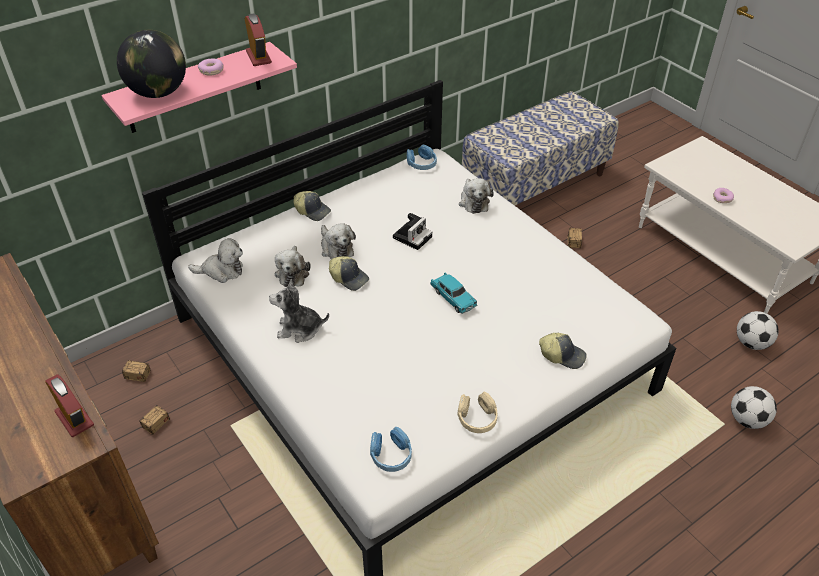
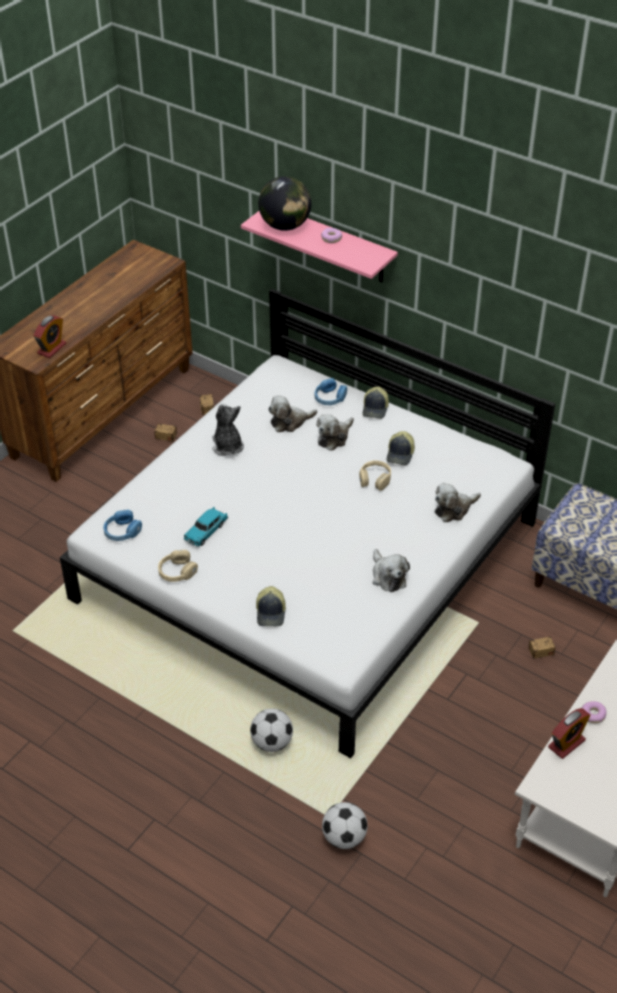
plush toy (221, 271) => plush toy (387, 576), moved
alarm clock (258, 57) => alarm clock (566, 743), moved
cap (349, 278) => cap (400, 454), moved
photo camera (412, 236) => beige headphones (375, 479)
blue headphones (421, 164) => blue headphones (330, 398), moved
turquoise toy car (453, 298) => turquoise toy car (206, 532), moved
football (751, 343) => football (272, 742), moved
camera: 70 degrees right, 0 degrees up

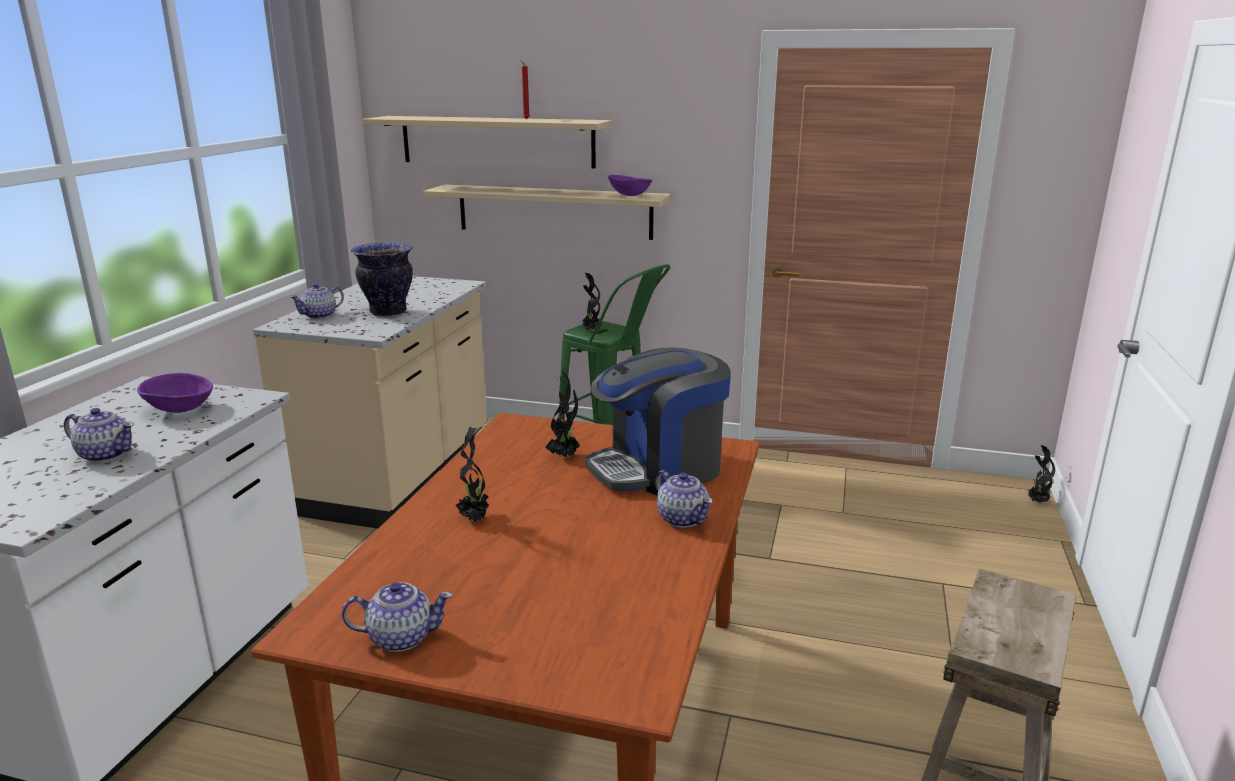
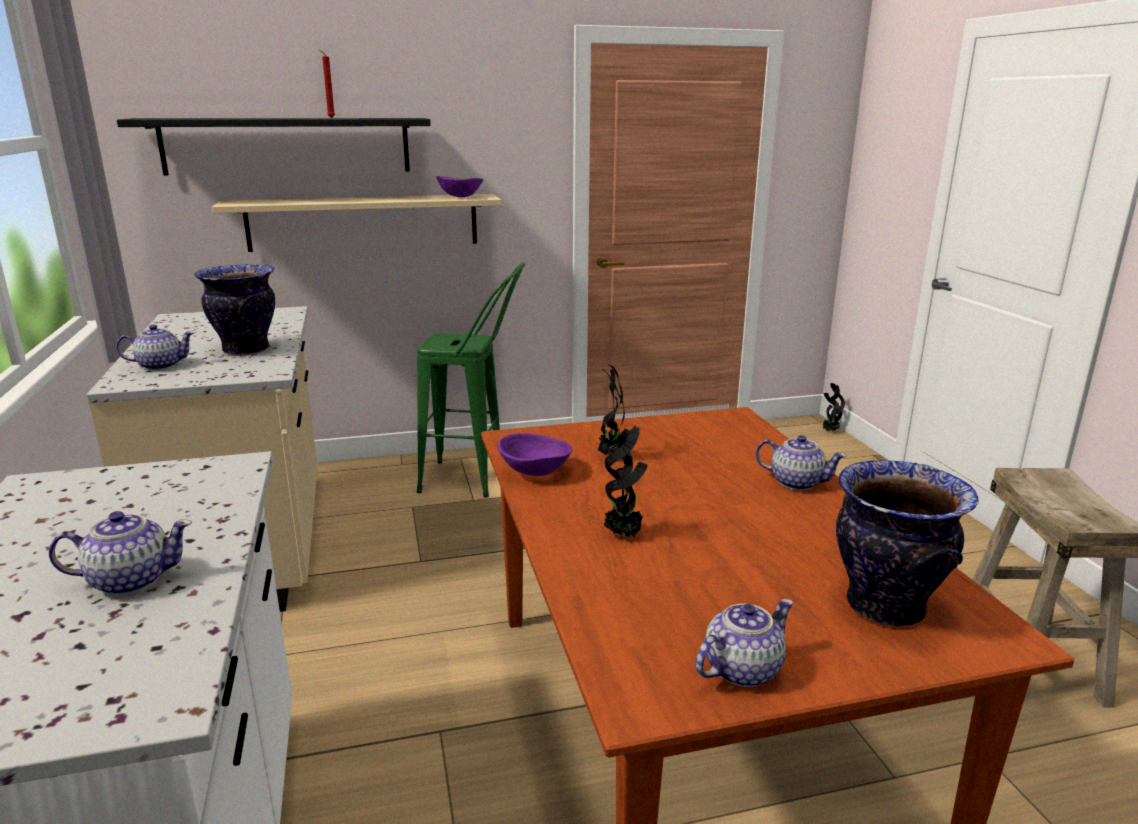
purple bowl (180, 409) => purple bowl (534, 472), moved
teapot (320, 316) => teapot (160, 365), 120 degrees counterclockwise
beige shelf (497, 141) => black shelf (287, 146)
potted plant (591, 330) => nothing
coffee machine (659, 468) => nothing
nothing => vase (883, 607)
camera: 30 degrees left, 0 degrees up

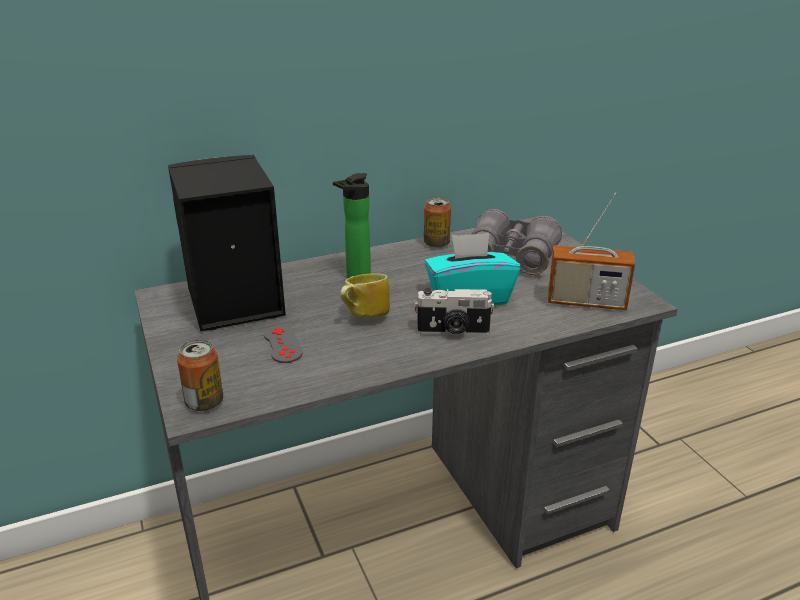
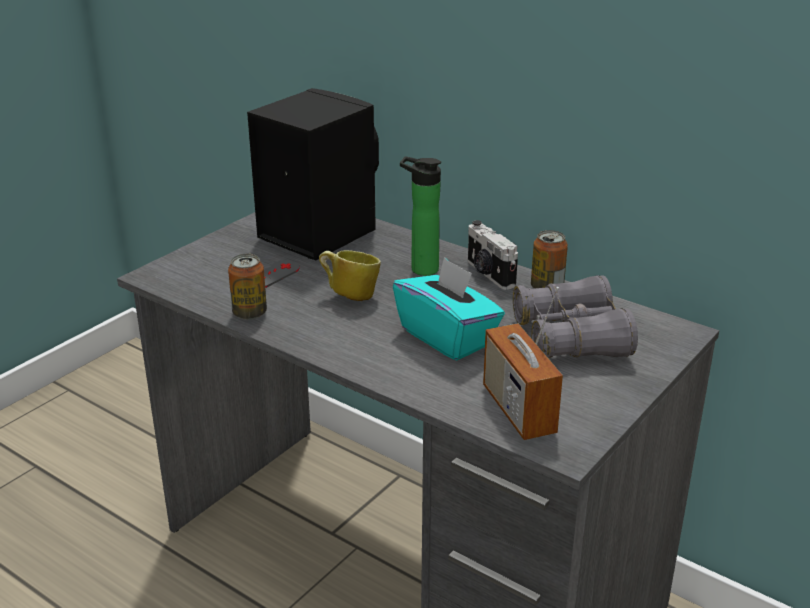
can (204, 402) => can (249, 313), moved
photo camera (453, 332) => photo camera (489, 274), moved
camera: 60 degrees right, 0 degrees up

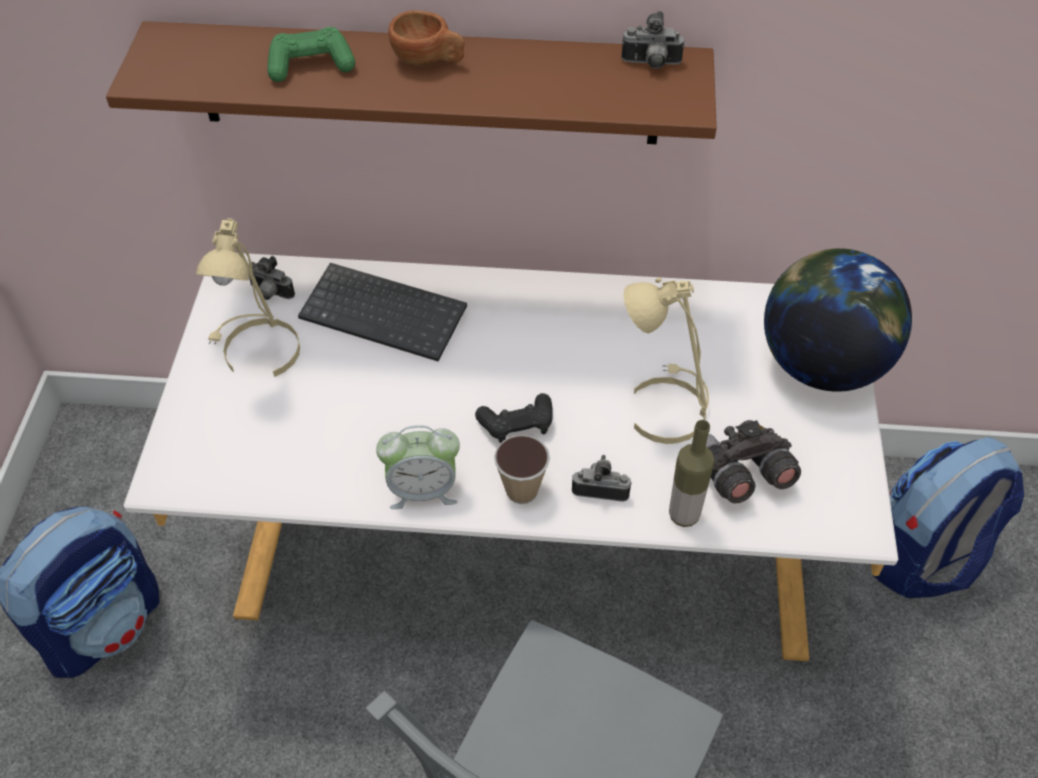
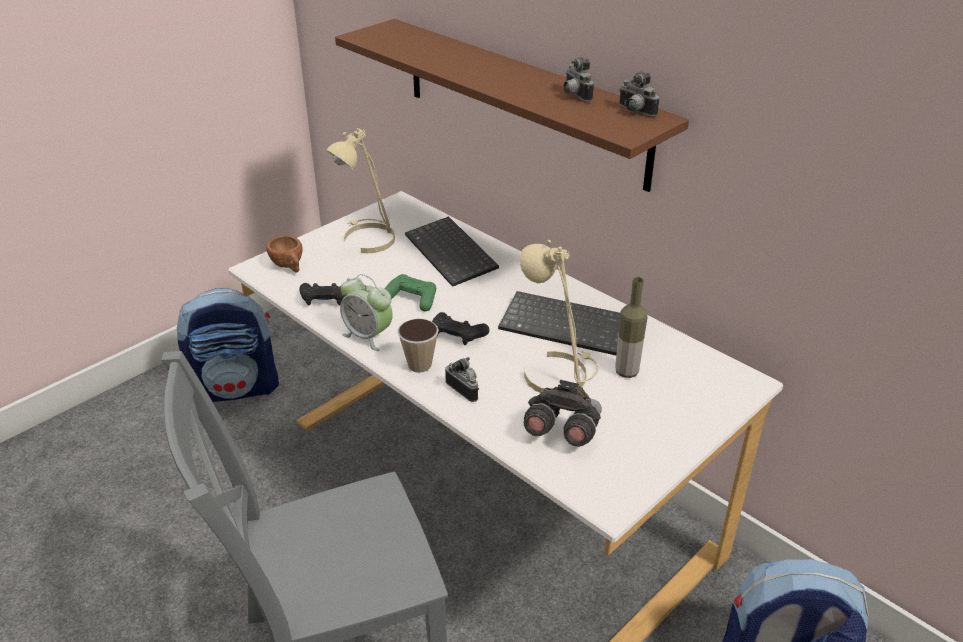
photo camera (270, 293) => photo camera (574, 96), moved
green game controller (311, 65) => green game controller (412, 299), moved
brown cup (428, 60) => brown cup (289, 266), moved
bottle (684, 515) => bottle (626, 372), moved
globe (821, 364) => nothing
nothing => black game controller (326, 299)
nothing => keyboard (567, 325)
camera: 40 degrees right, 15 degrees down

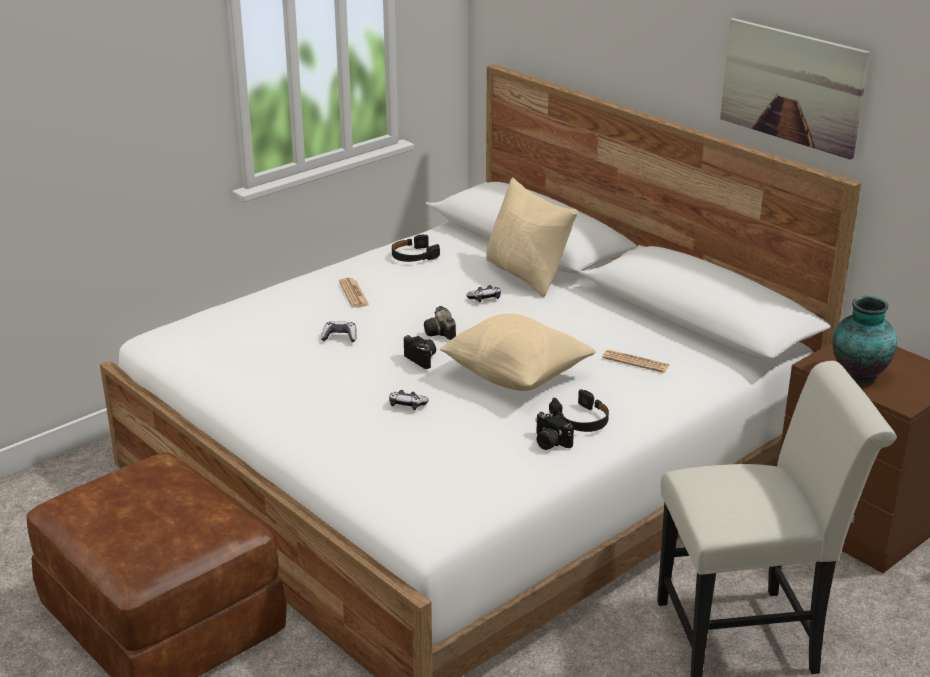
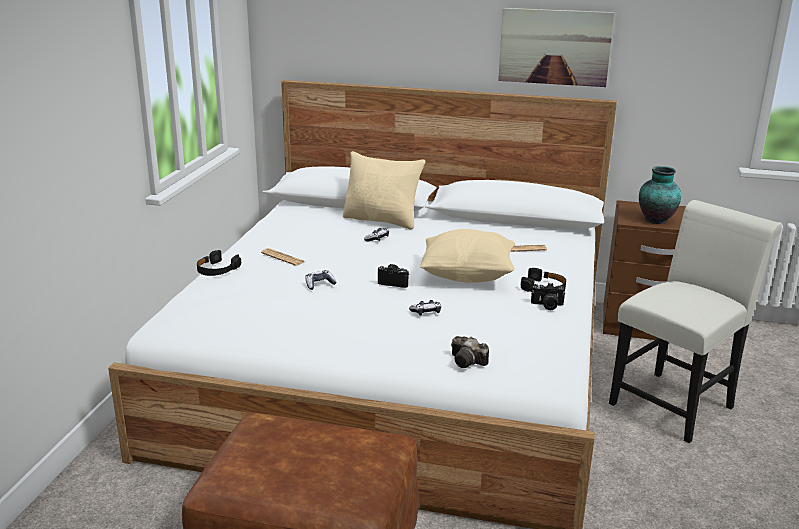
black headphones (413, 256) => black headphones (217, 270), moved
photo camera (441, 333) => photo camera (468, 362), moved
camera: 35 degrees left, 5 degrees down

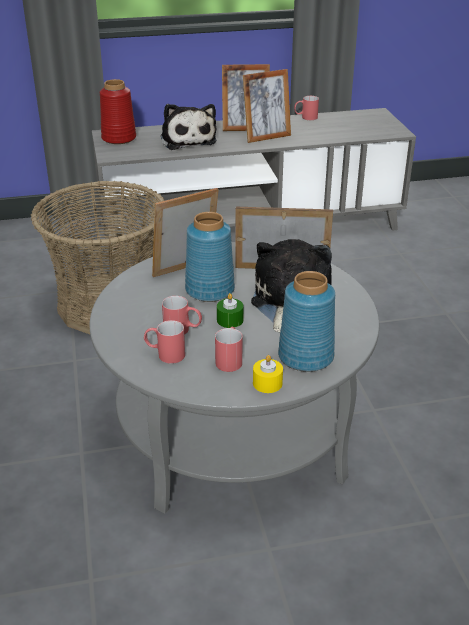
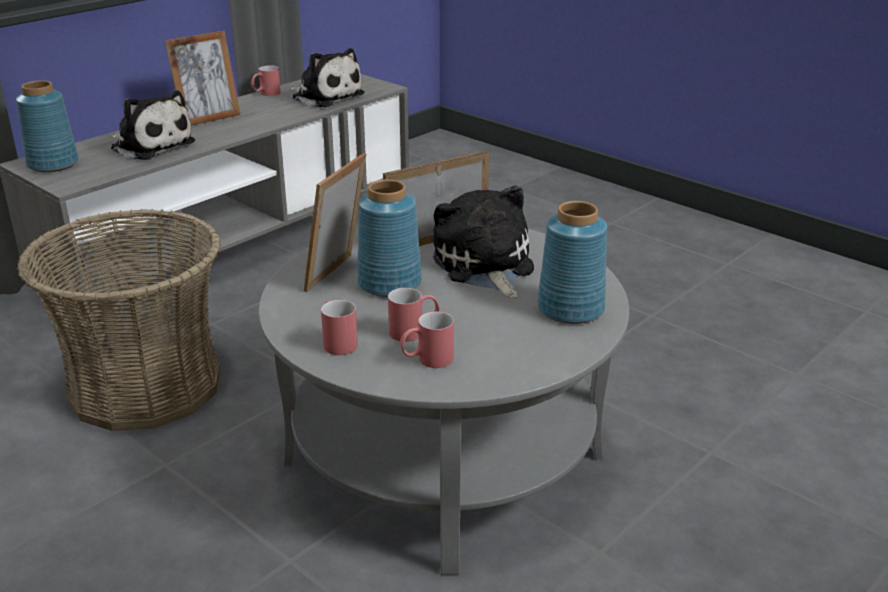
red vase (119, 138) => blue vase (53, 164)
red mug (230, 359) => red mug (337, 342), moved
green candle (230, 320) => nothing
picture frame (266, 137) => nothing
yellow candle (267, 383) => nothing
nothing => plush toy (325, 96)
camera: 35 degrees left, 5 degrees down

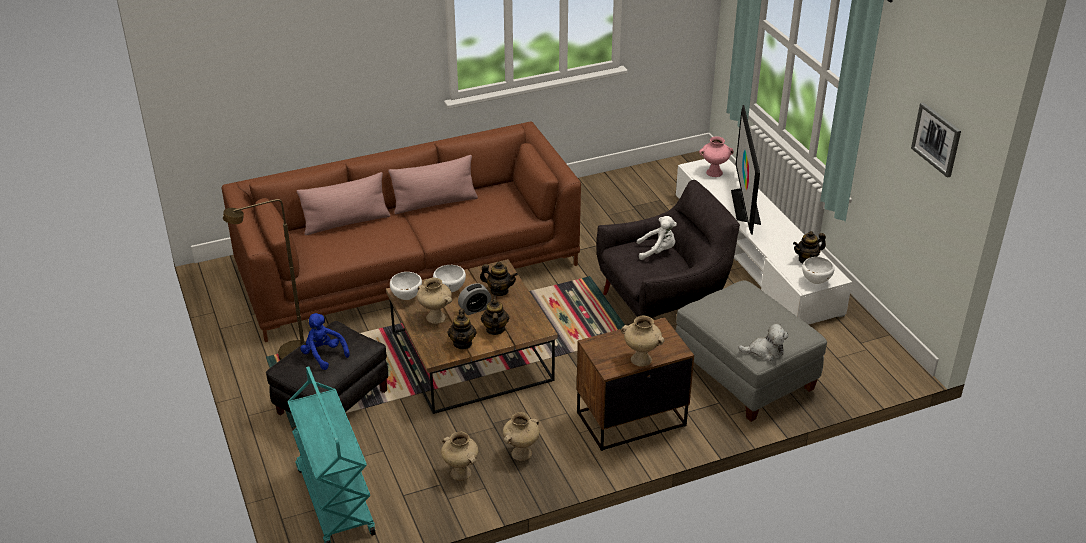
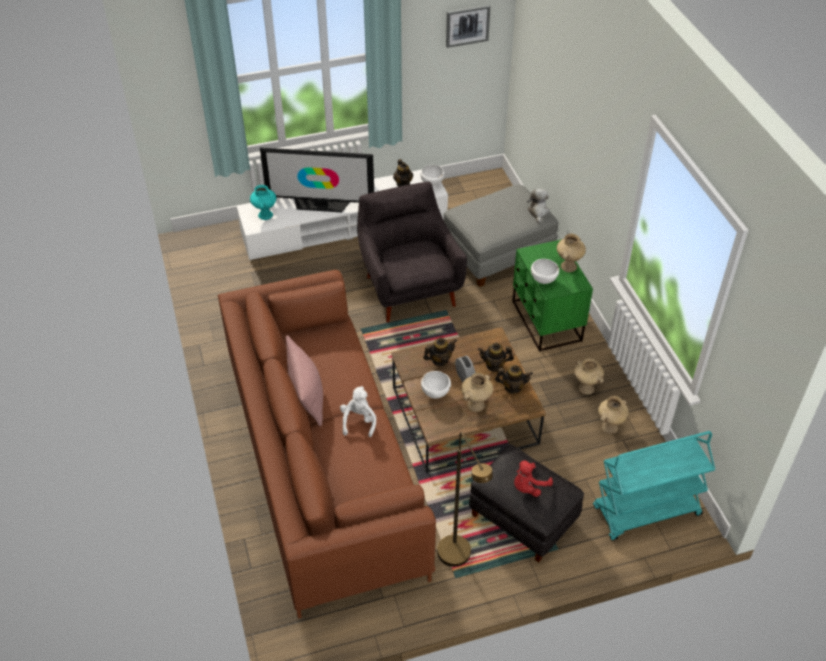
pink pillow (346, 222) => nothing
blue plush toy (323, 355) => red plush toy (528, 486)
white bowl (407, 298) => white bowl (543, 281), moved
teapot (499, 291) => teapot (439, 360), 45 degrees clockwise
brown nightstand (630, 419) => green nightstand (546, 322)
white plush toy (657, 251) => white plush toy (358, 421), moved
pink vase (714, 172) => turquoise vase (265, 215)
camera: 85 degrees left, 10 degrees up

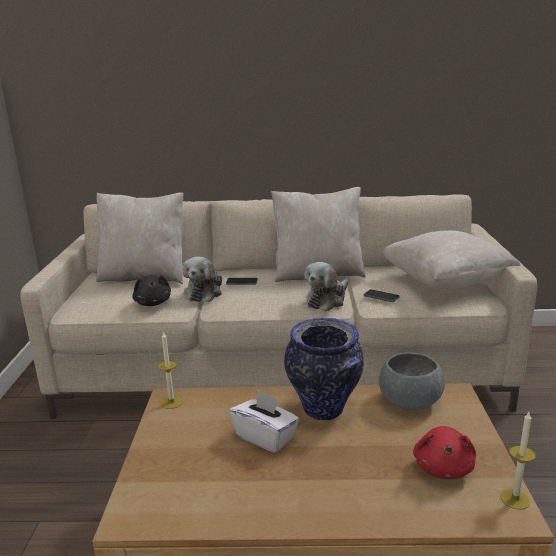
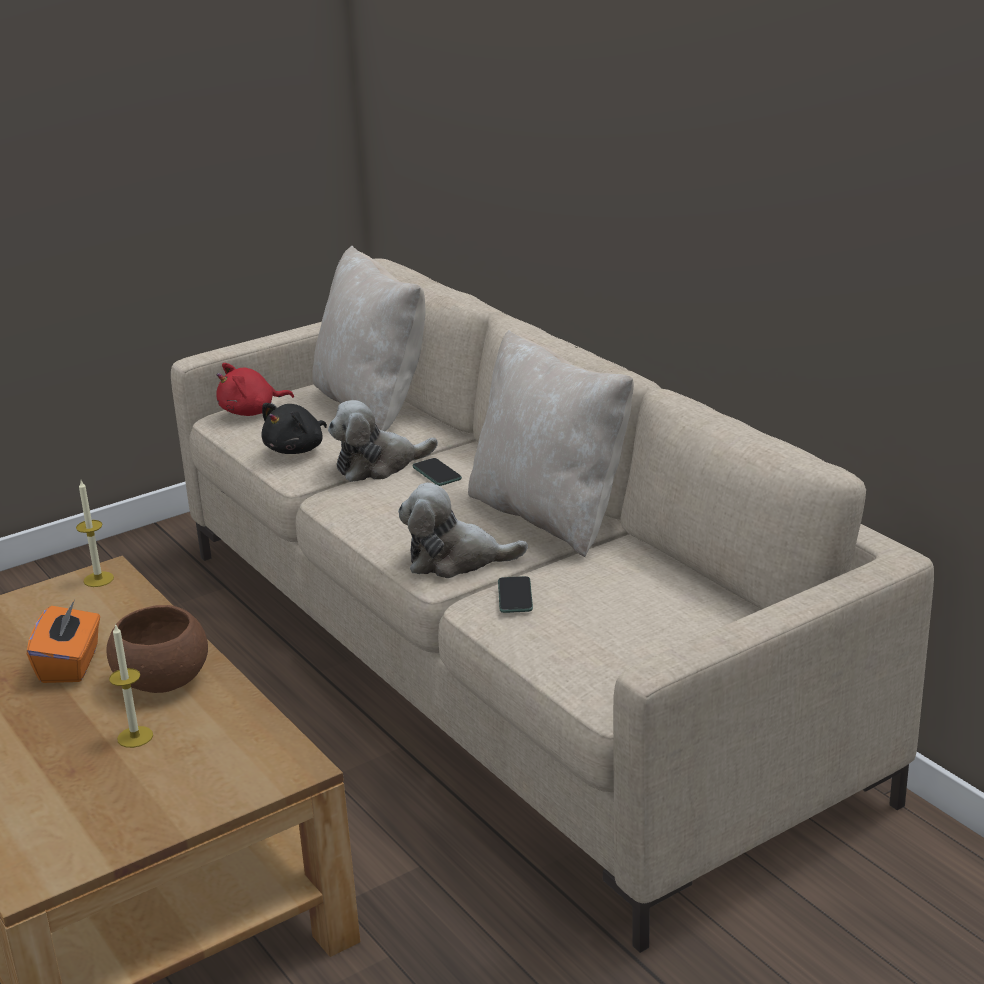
white tissue box (265, 437) => orange tissue box (70, 665)
vase (324, 410) => brown bowl (162, 681)
grey bowl (409, 401) => nothing
beige pillow (445, 283) => nothing
red plush toy (443, 467) => red plush toy (251, 412), moved
candle (515, 499) => candle (135, 737), moved
camera: 55 degrees right, 5 degrees up

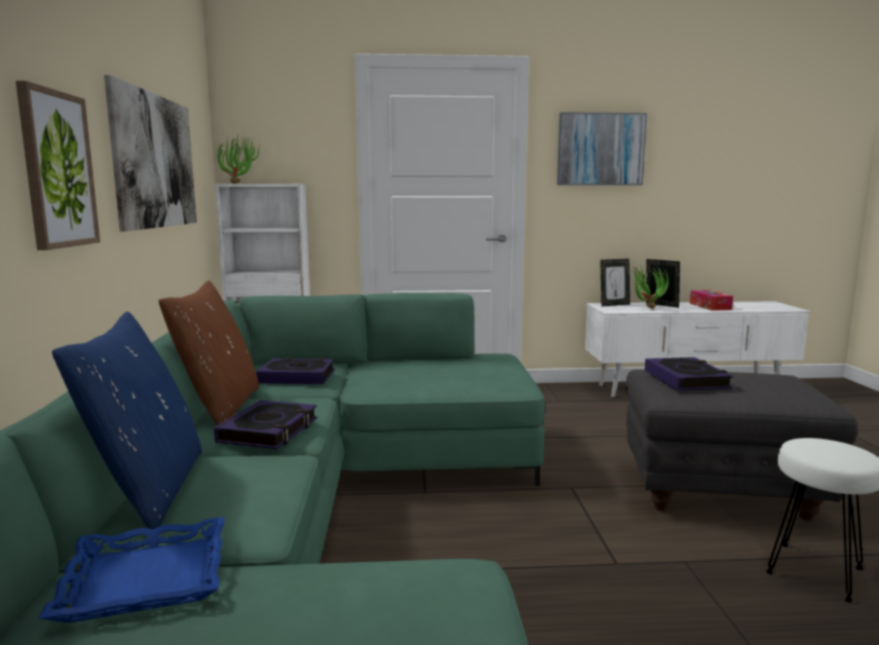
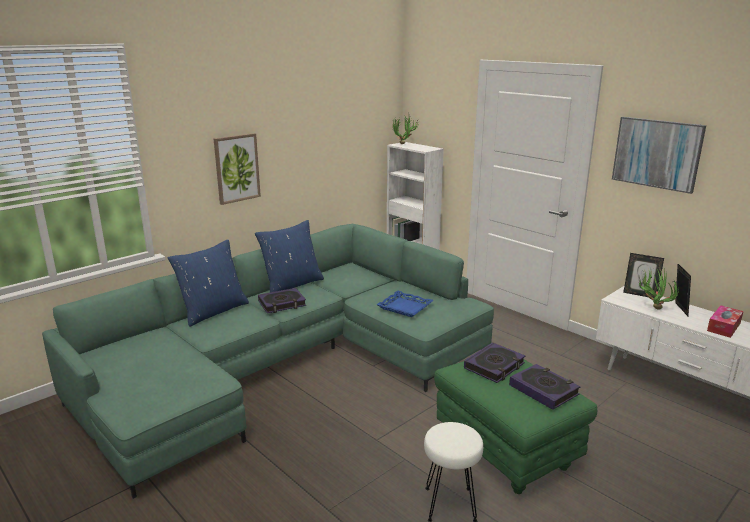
blue tray (145, 580) => blue tray (404, 307), moved
picture (155, 161) => nothing
brown pillow (219, 407) => blue pillow (292, 284)
book (297, 377) => book (543, 390), moved
grey ottoman (719, 493) => green ottoman (507, 452)
camera: 50 degrees right, 10 degrees up

